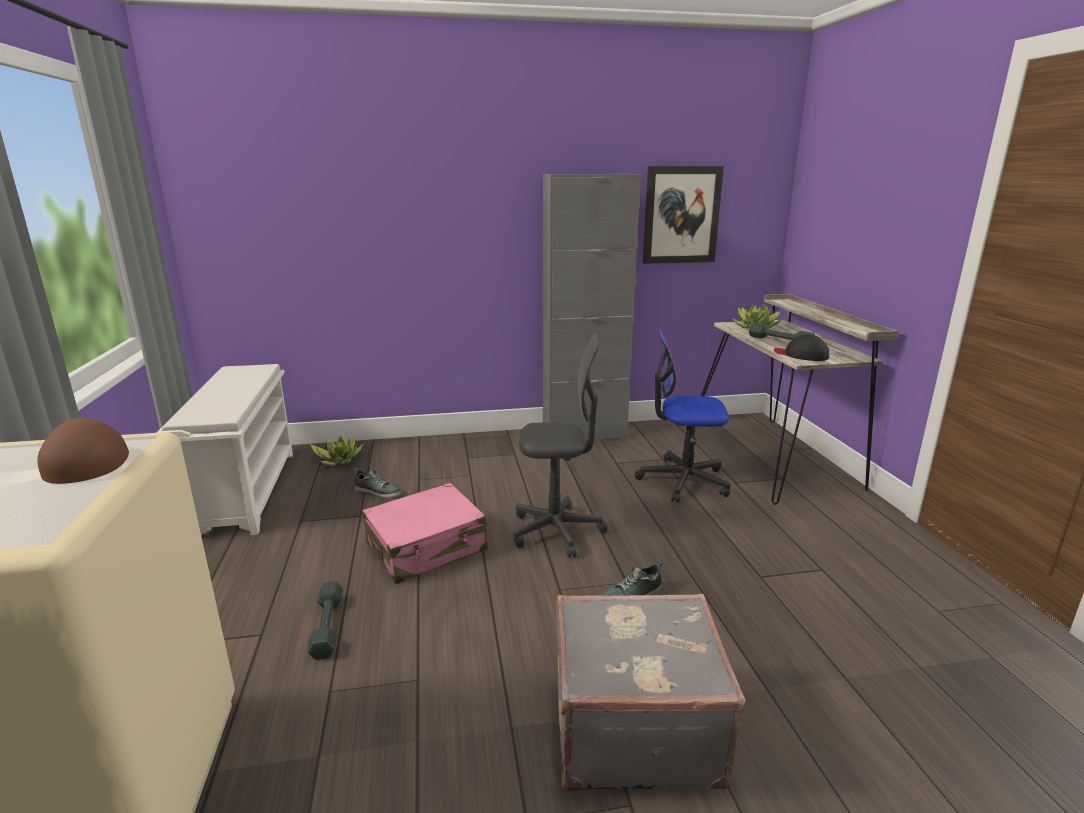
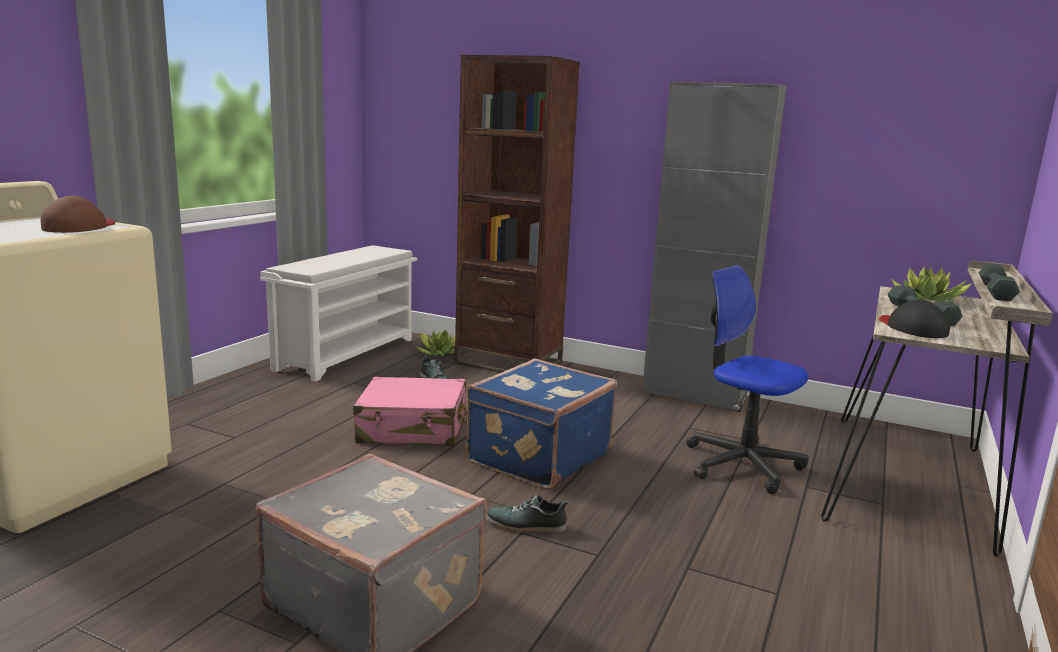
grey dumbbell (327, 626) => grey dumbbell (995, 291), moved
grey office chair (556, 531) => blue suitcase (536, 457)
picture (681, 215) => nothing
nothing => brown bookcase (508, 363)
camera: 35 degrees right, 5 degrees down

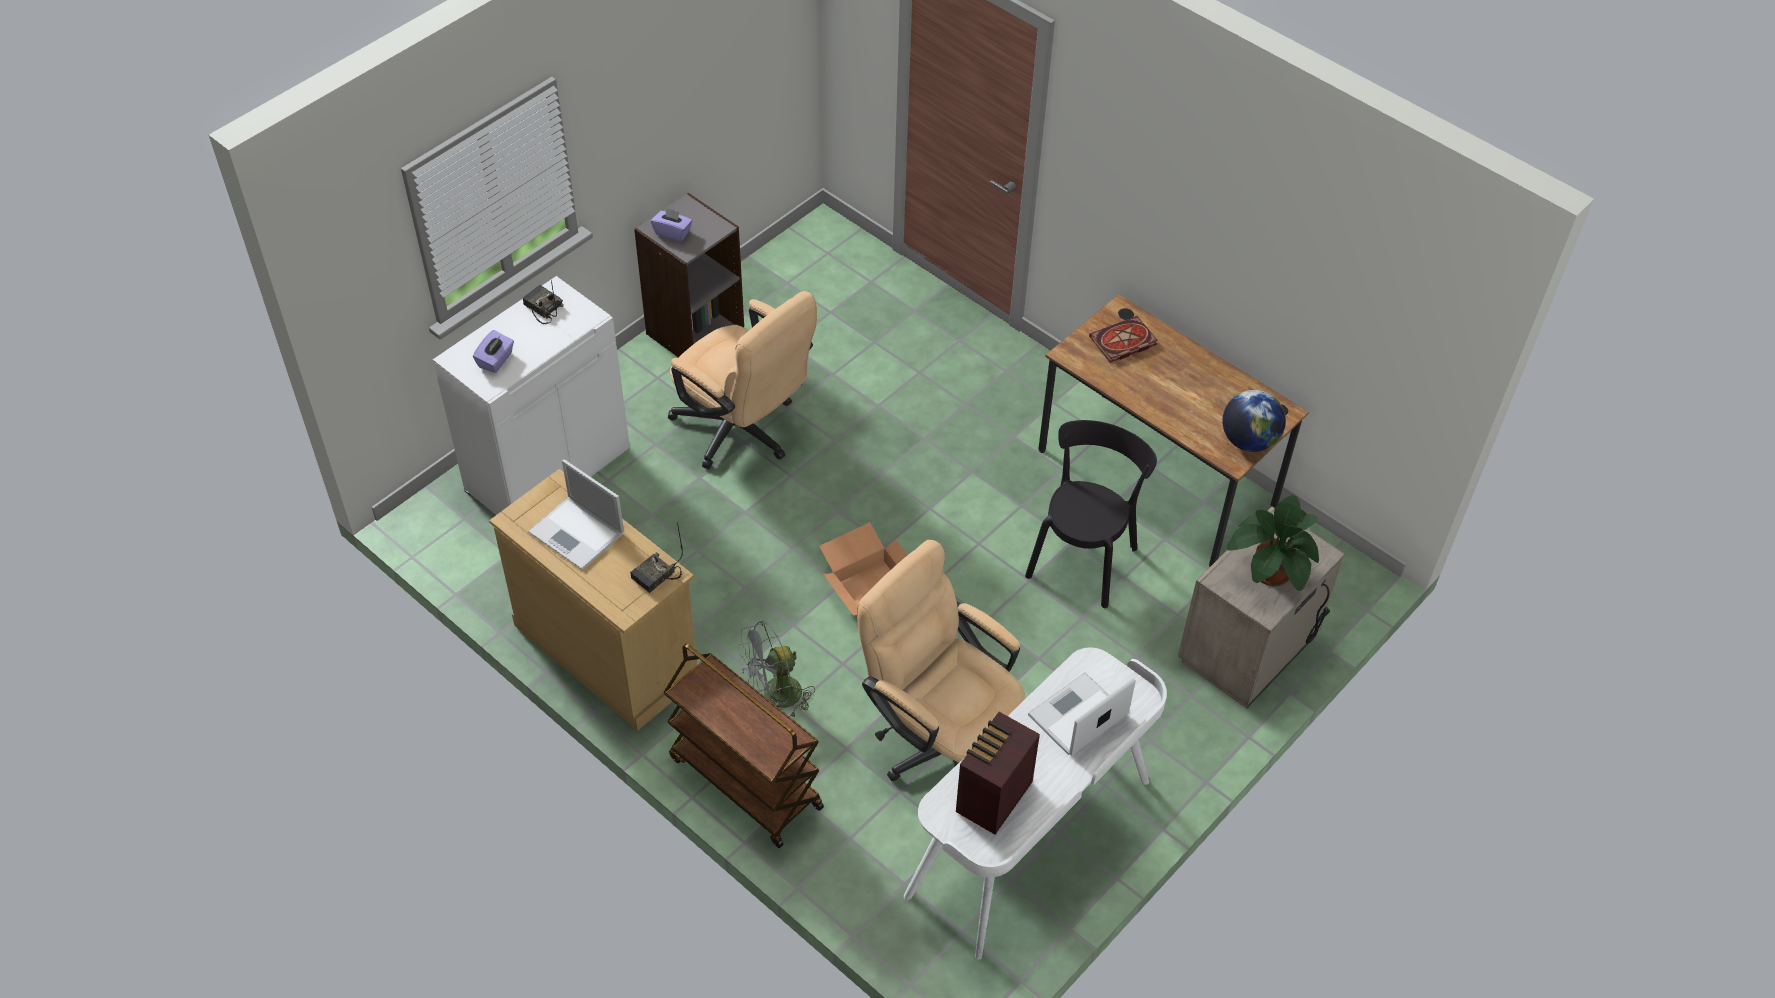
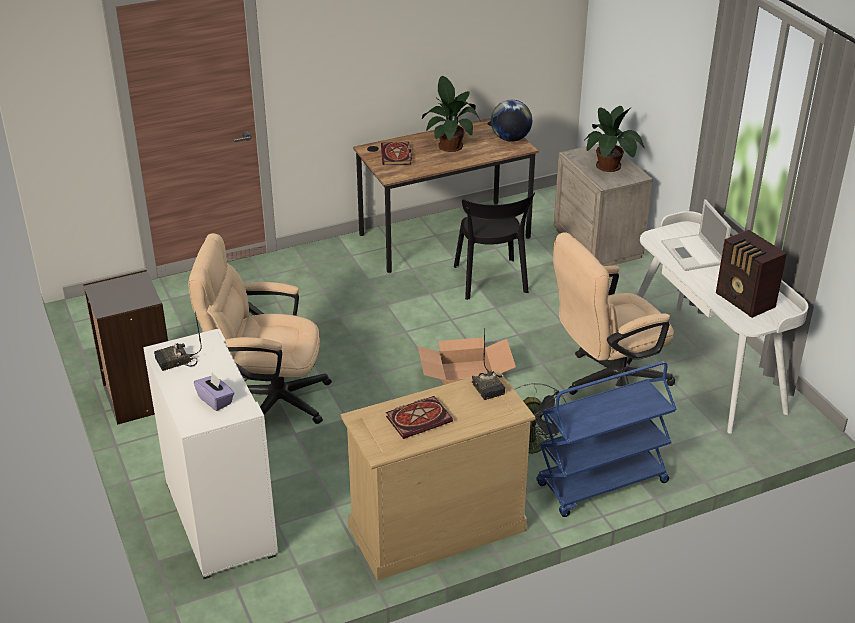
laptop (578, 533) => book (419, 418)
purple tissue box (672, 232) => nothing
brown cart (744, 782) => blue cart (601, 484)
beige office chair (743, 432) => beige office chair (267, 399), 150 degrees counterclockwise
black chair (1083, 558) => black chair (491, 281), 150 degrees counterclockwise
nothing => potted plant (450, 144)
camera: 65 degrees left, 15 degrees down

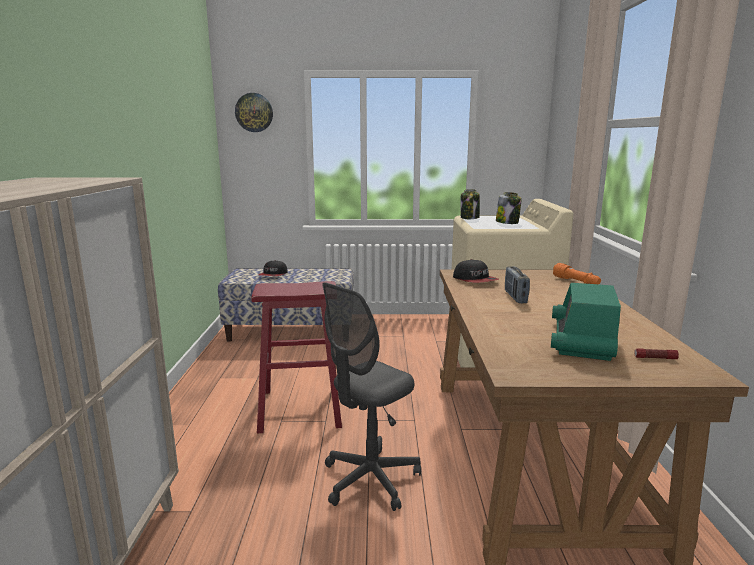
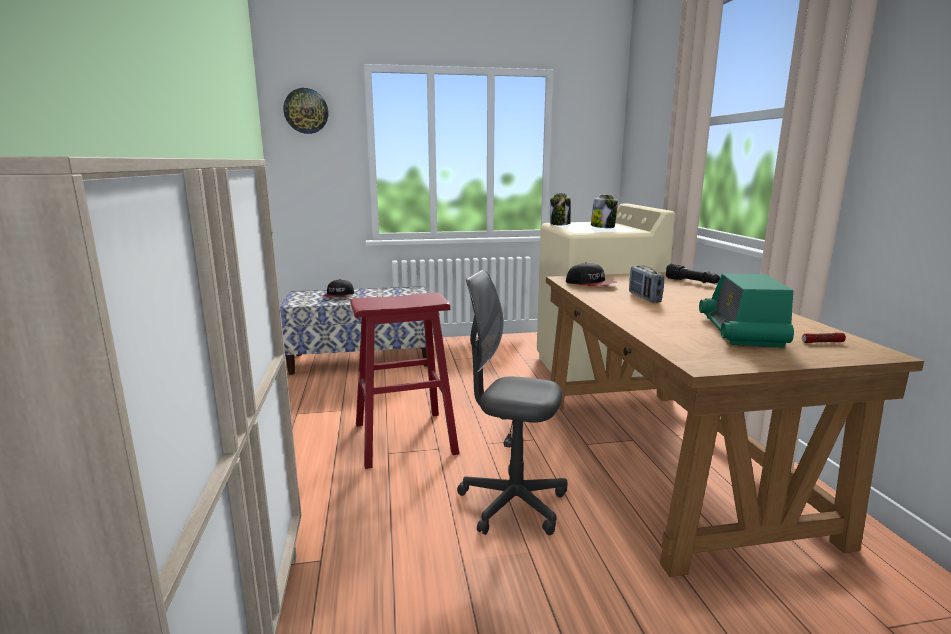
grey office chair (370, 480) => grey office chair (512, 504), 75 degrees clockwise
orange flashlight (576, 282) => black flashlight (692, 282)
camera: 10 degrees left, 0 degrees up

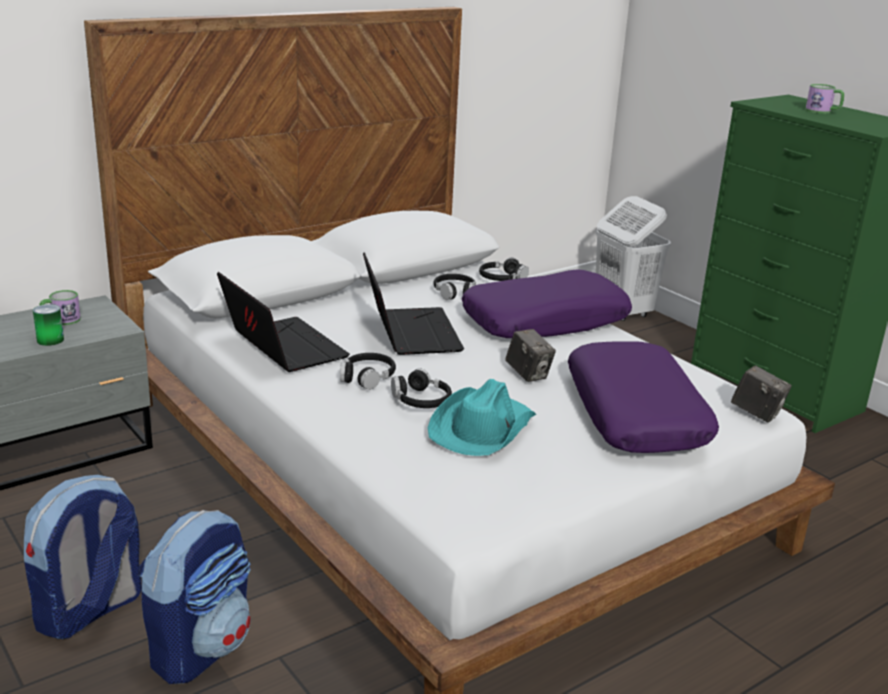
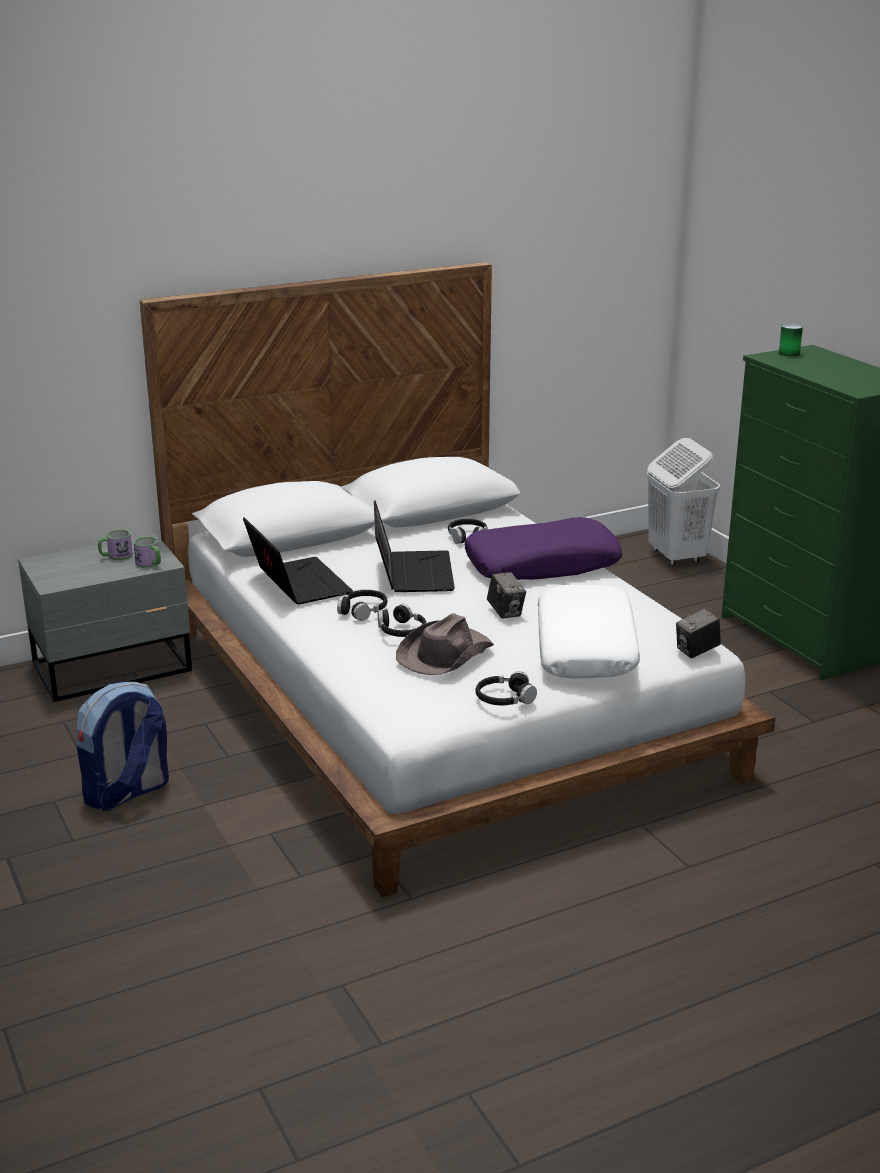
can (50, 340) => can (789, 353), moved
backpack (201, 647) => nothing
turquoise hat (482, 428) => brown hat (444, 654)
black headphones (502, 278) => black headphones (504, 698), moved
purple pillow (636, 414) => white pillow (586, 648)
photo camera (757, 413) => photo camera (696, 651), 105 degrees clockwise
mug (823, 111) => mug (150, 564), moved
camera: 10 degrees right, 0 degrees up

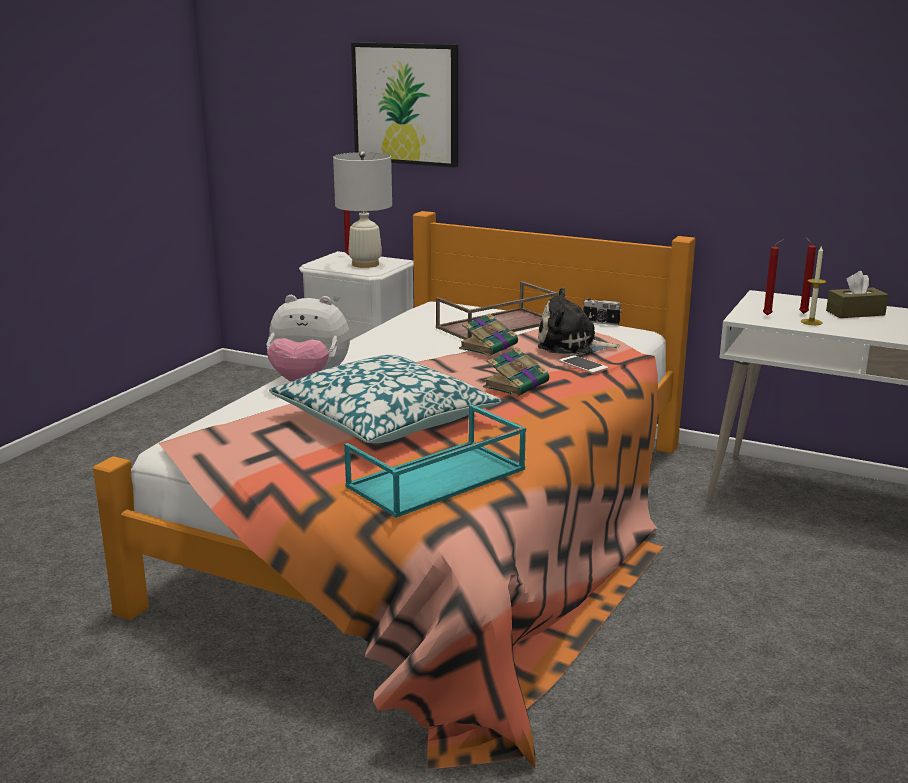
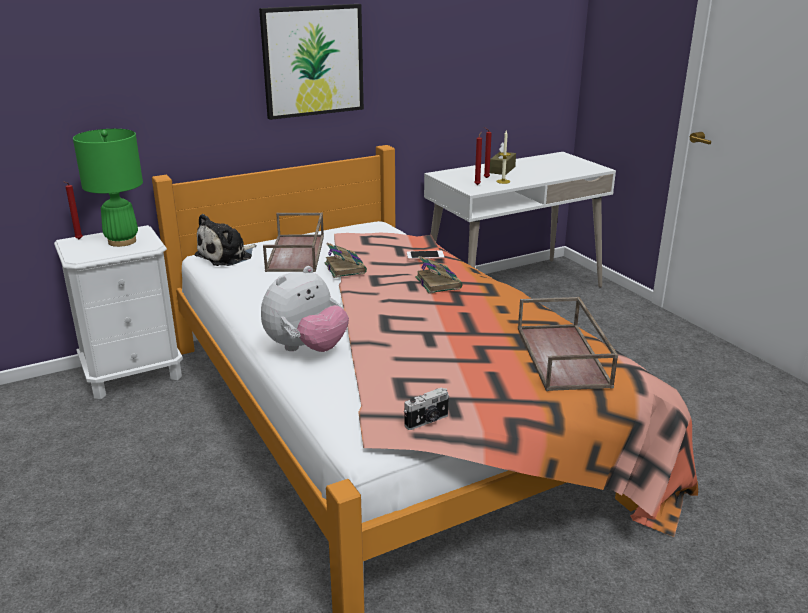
pillow (384, 420) => nothing
white table lamp (365, 264) => green table lamp (122, 241)
turquoise tray (436, 479) => brown tray (564, 357)
picture (406, 104) => picture (313, 61), moved
plush toy (571, 345) => plush toy (227, 256), moved
photo camera (600, 322) => photo camera (427, 421), moved
camera: 55 degrees left, 5 degrees up

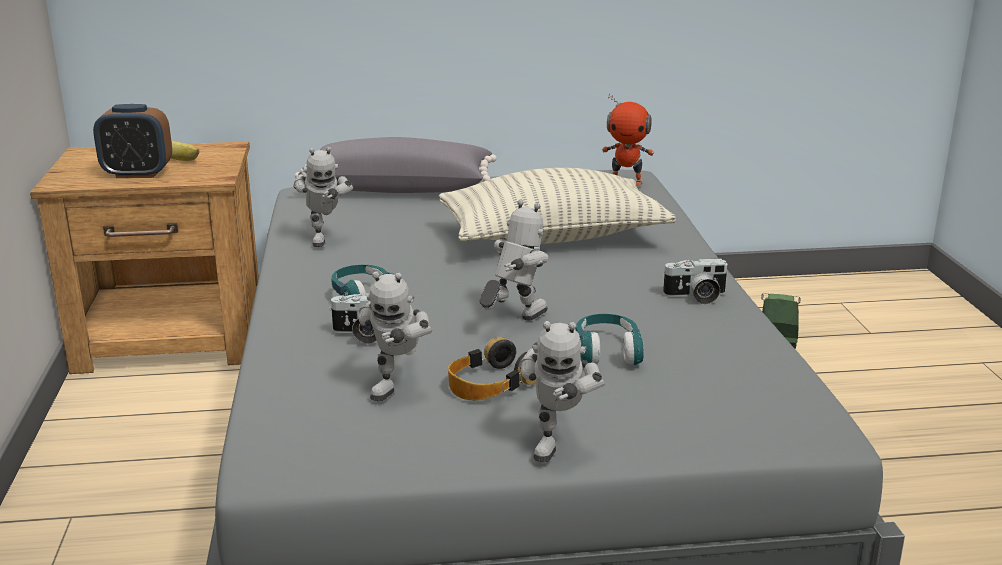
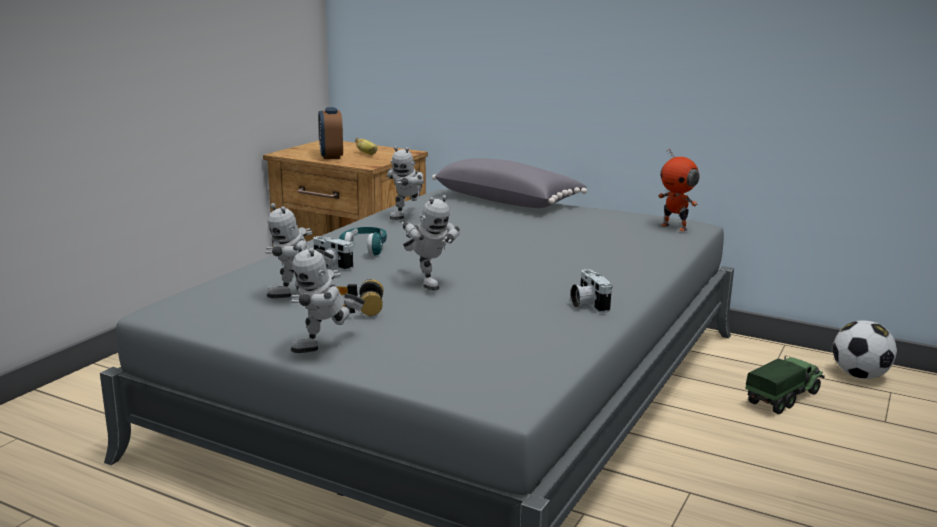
alarm clock (138, 174) => alarm clock (331, 156), 45 degrees clockwise
pillow (553, 238) => nothing
toy robot (514, 321) => toy robot (428, 283), 75 degrees clockwise
turquoise headphones (607, 352) => nothing
photo camera (696, 297) => photo camera (587, 304), 45 degrees clockwise
nothing => football (859, 375)
camera: 35 degrees right, 5 degrees down

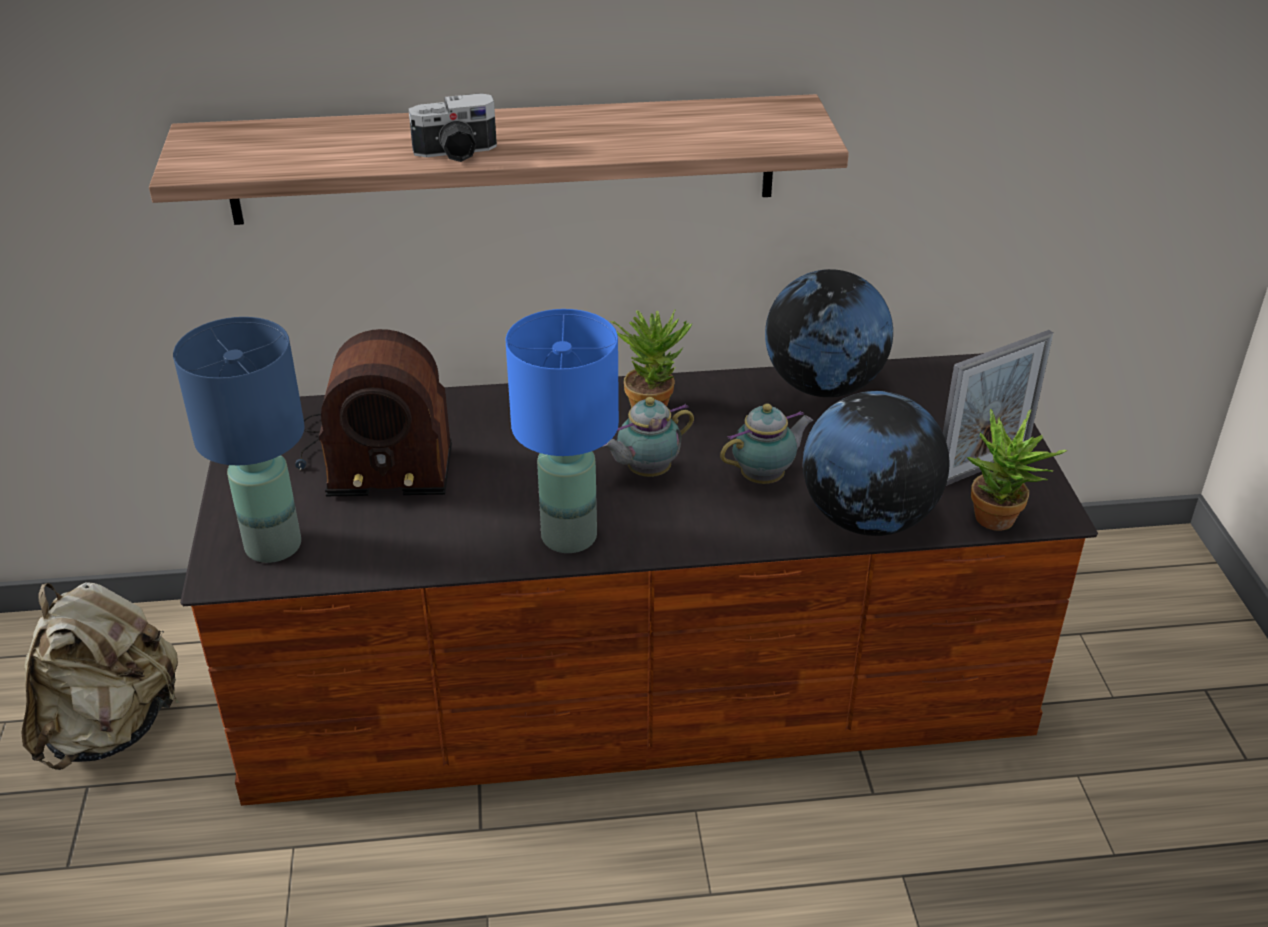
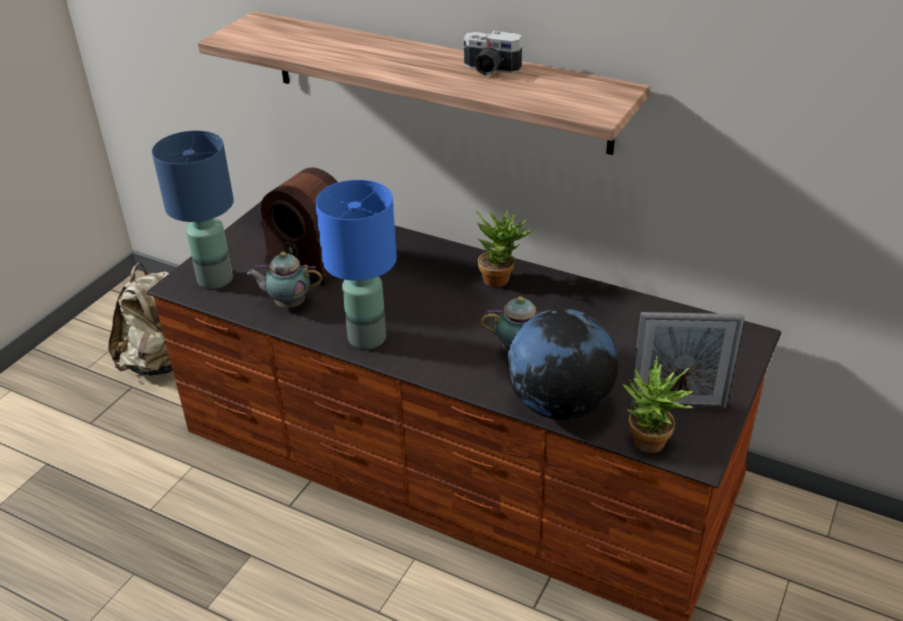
photo camera (456, 153) => photo camera (490, 70), moved
teapot (645, 472) => teapot (288, 304), moved
globe (823, 386) => nothing
camera: 35 degrees right, 0 degrees up

